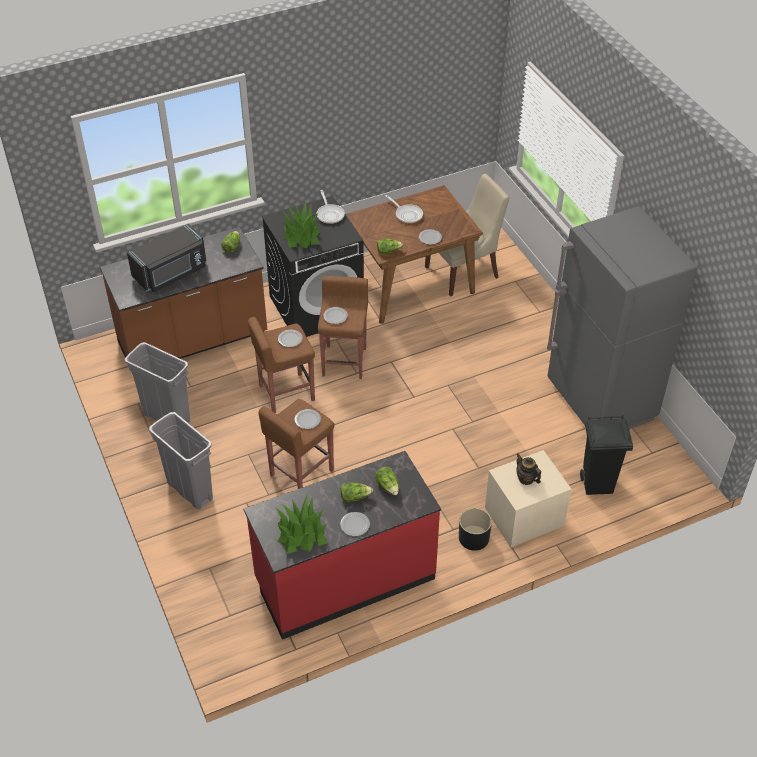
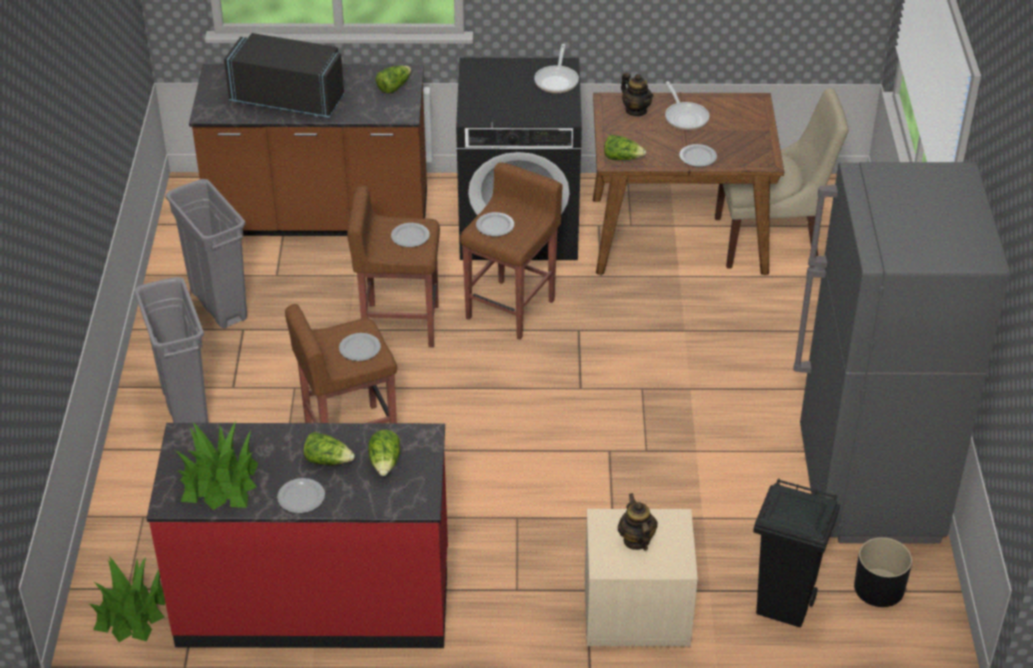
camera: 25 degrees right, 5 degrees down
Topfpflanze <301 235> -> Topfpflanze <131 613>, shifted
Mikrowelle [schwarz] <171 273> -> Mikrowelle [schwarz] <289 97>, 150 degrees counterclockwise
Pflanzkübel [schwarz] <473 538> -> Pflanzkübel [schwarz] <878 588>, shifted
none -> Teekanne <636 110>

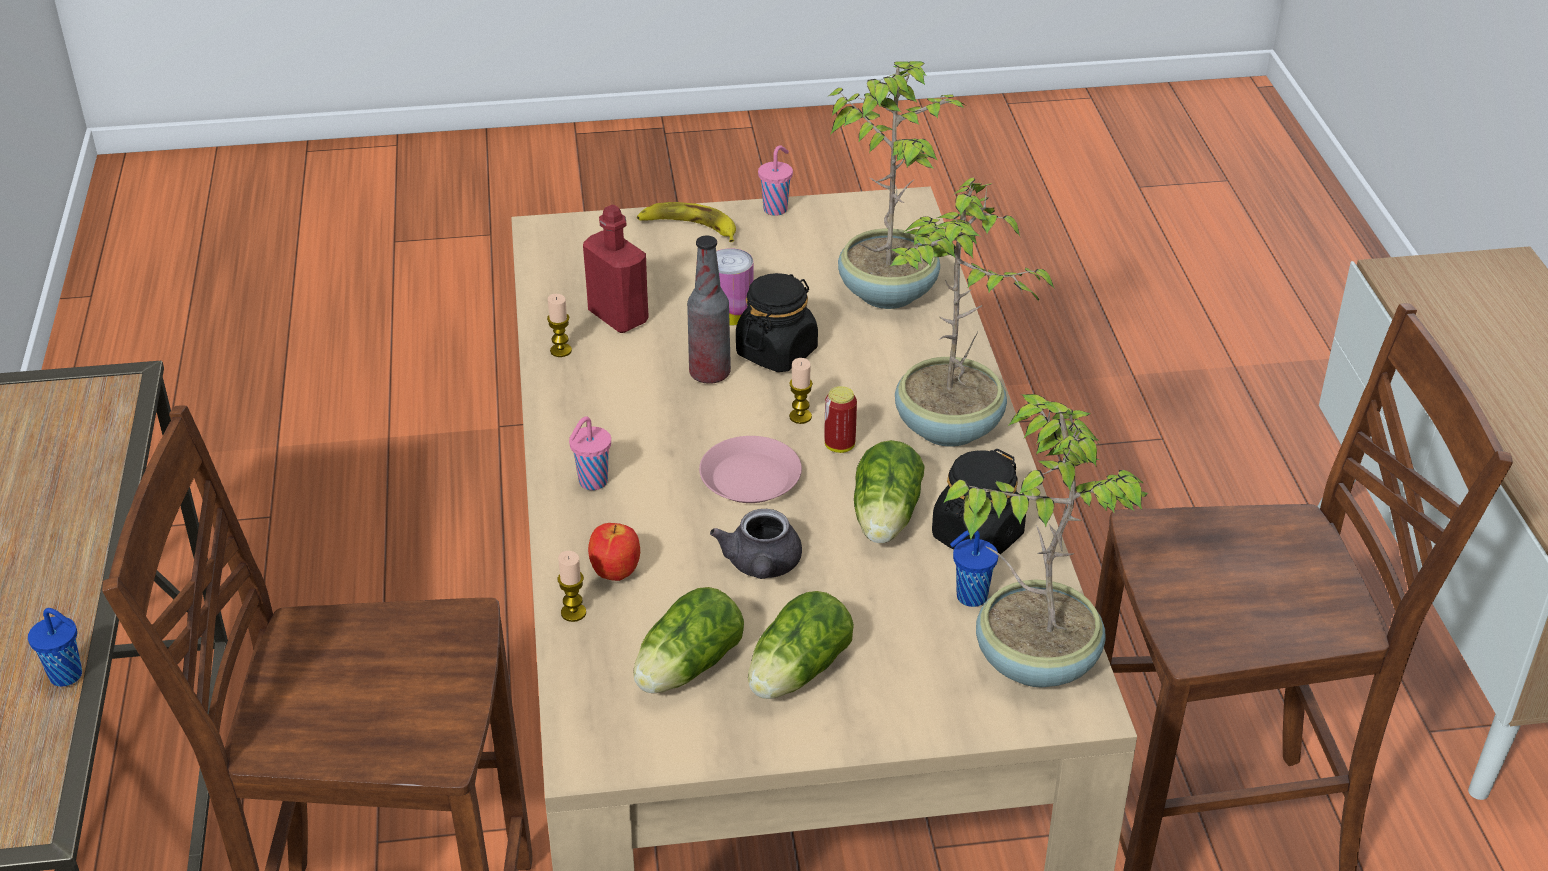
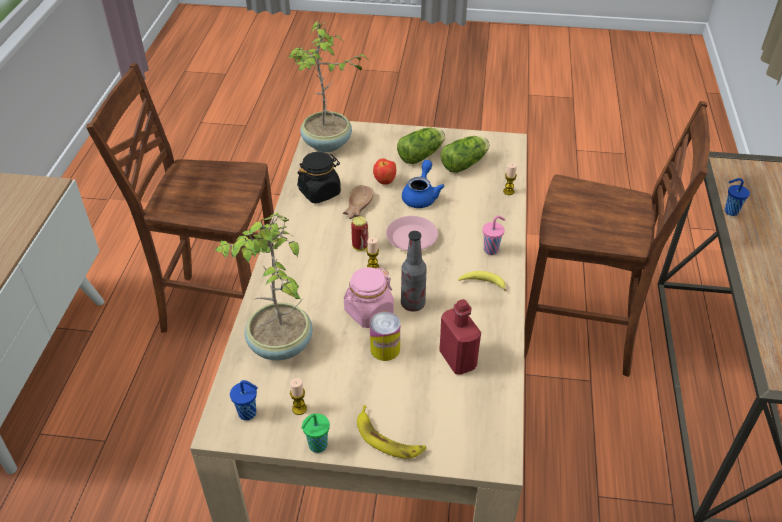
camera: 165 degrees left, 5 degrees up
Tasse [rosa] <776 209> -> Tasse [grün] <316 446>
Topfpflanze <948 429> -> none
Vorratsglas [schwarz] <777 352> -> Vorratsglas [rosa] <368 312>
Kerze <561 350> -> Kerze <299 408>, shifted
Salatkopf <884 519> -> Schüssel [braun] <356 207>
Teekanne [grau] <761 567> -> Teekanne [blau] <421 196>
Apfel <614 573> -> Apfel <385 182>, shifted
Tasse [blau] <969 597> -> Tasse [blau] <248 413>, shifted
none -> Banane <482 283>

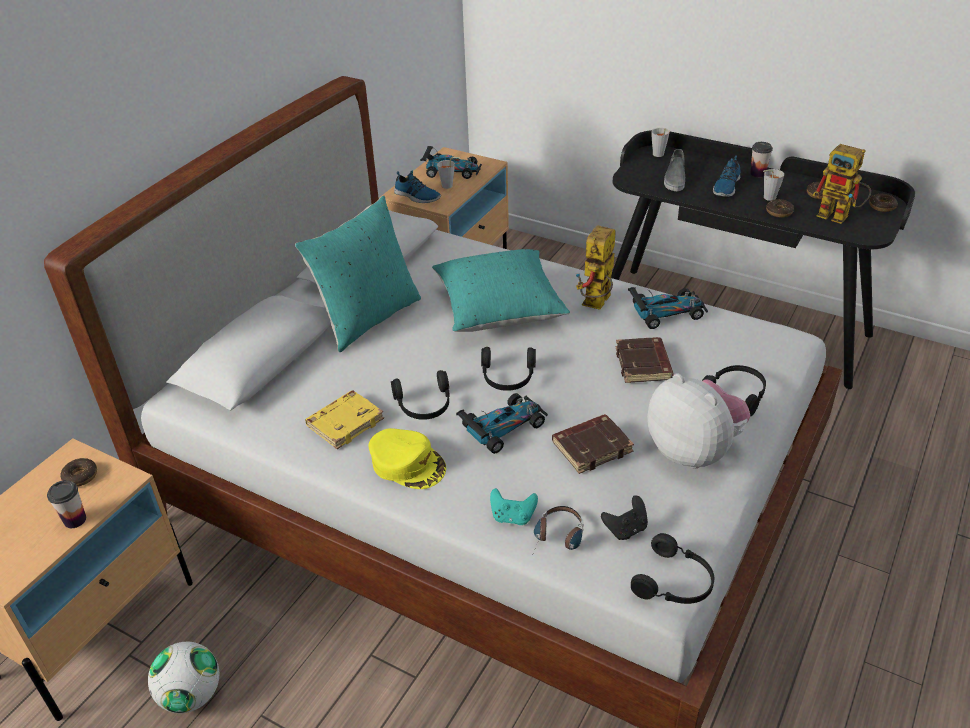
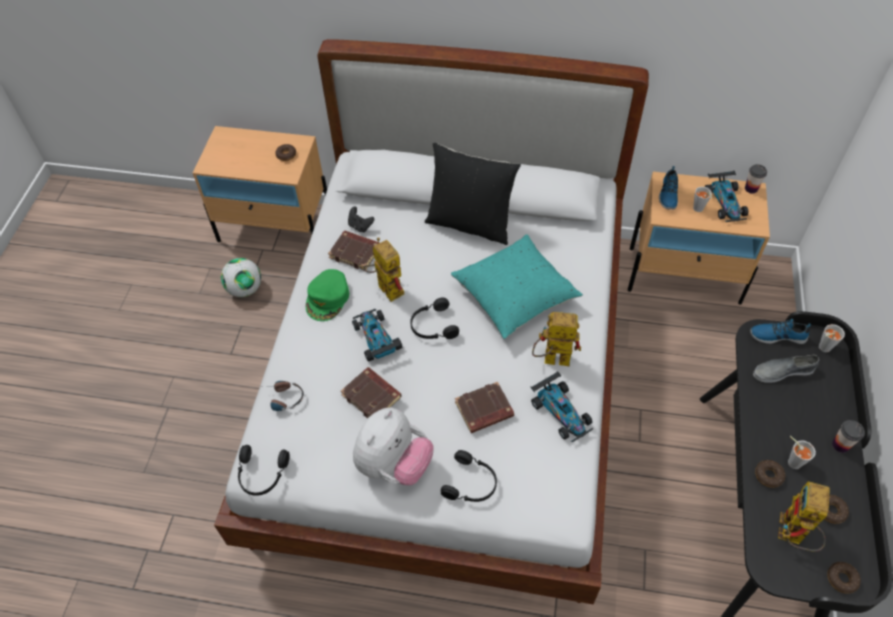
camera: 70 degrees right, 15 degrees up
Schuh <726 186> -> Schuh <777 335>, shifted
Kissen [türkis] <368 318> -> Kissen [schwarz] <470 223>
Kopfhörer [schwarz] <424 405> -> Spielzeugroboter <385 287>
Buch [gelb] <345 422> -> Buch [braun] <356 252>
Spielzeugauto <503 427> -> Spielzeugauto <376 338>, 150 degrees counterclockwise
Kappe [gelb] <408 464> -> Kappe [grün] <328 298>
Tasse <75 520> -> Tasse <751 188>, shifted
Gamepad [türkis] <512 517> -> none
Gamepad [schwarz] <626 529> -> Gamepad [schwarz] <360 226>, shifted

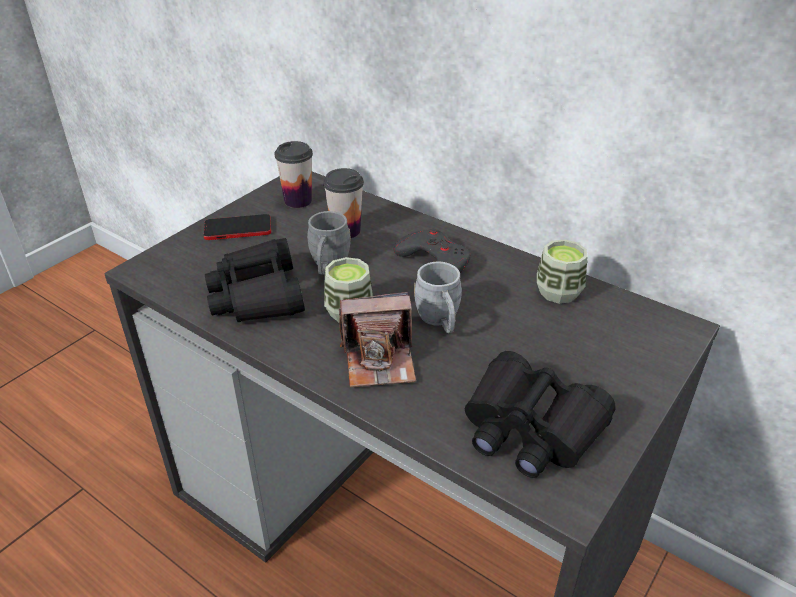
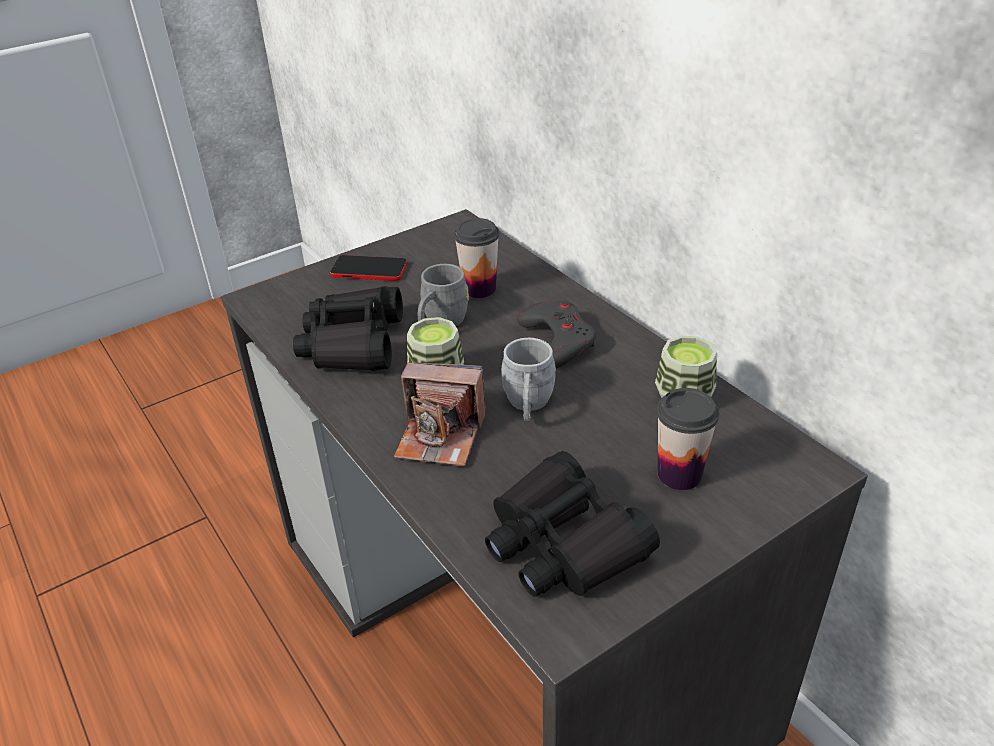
camera: 20 degrees right, 0 degrees up
Tasse <298 201> -> Tasse <679 474>, shifted

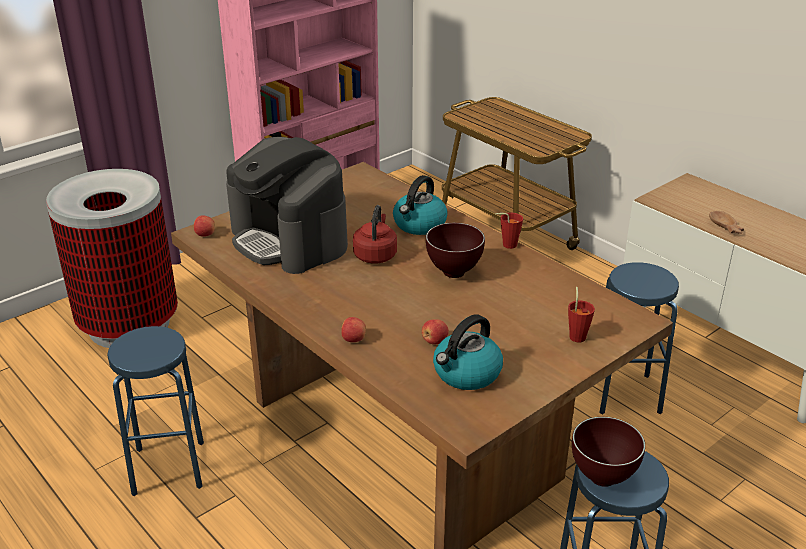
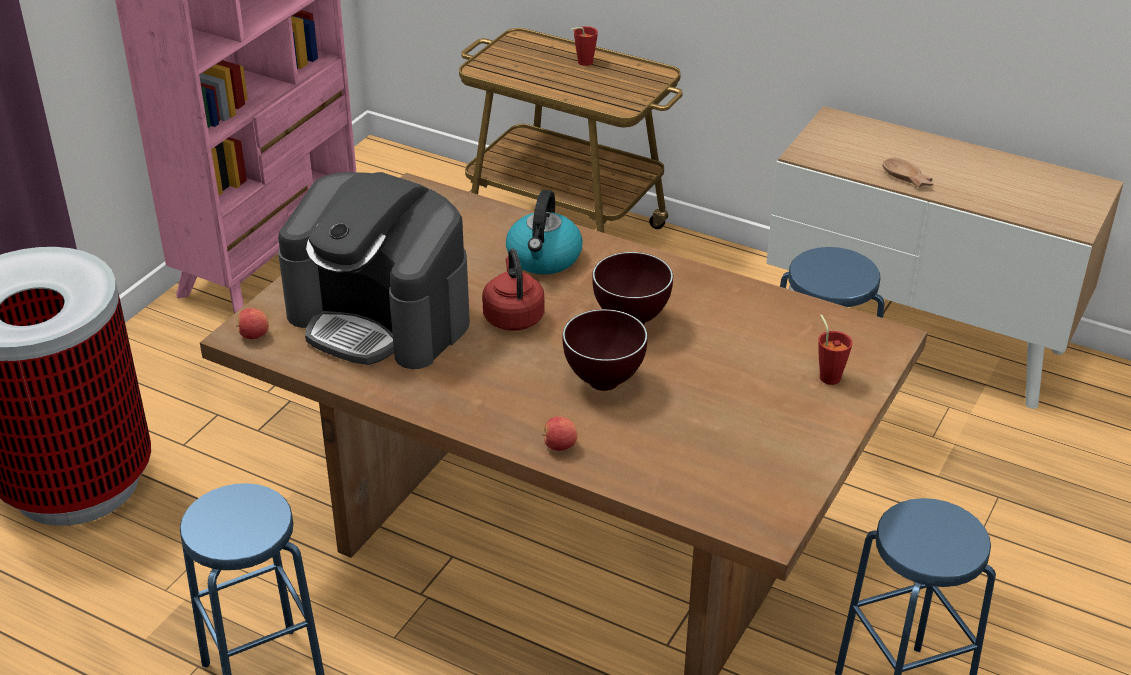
camera: 20 degrees left, 5 degrees up
Tasse [rot] <506 245> -> Tasse [rot] <582 63>, shifted
Wasserkessel <466 374> -> none
Apfel <434 341> -> none
Schüssel [braun] <604 478> -> Schüssel [braun] <605 382>, shifted

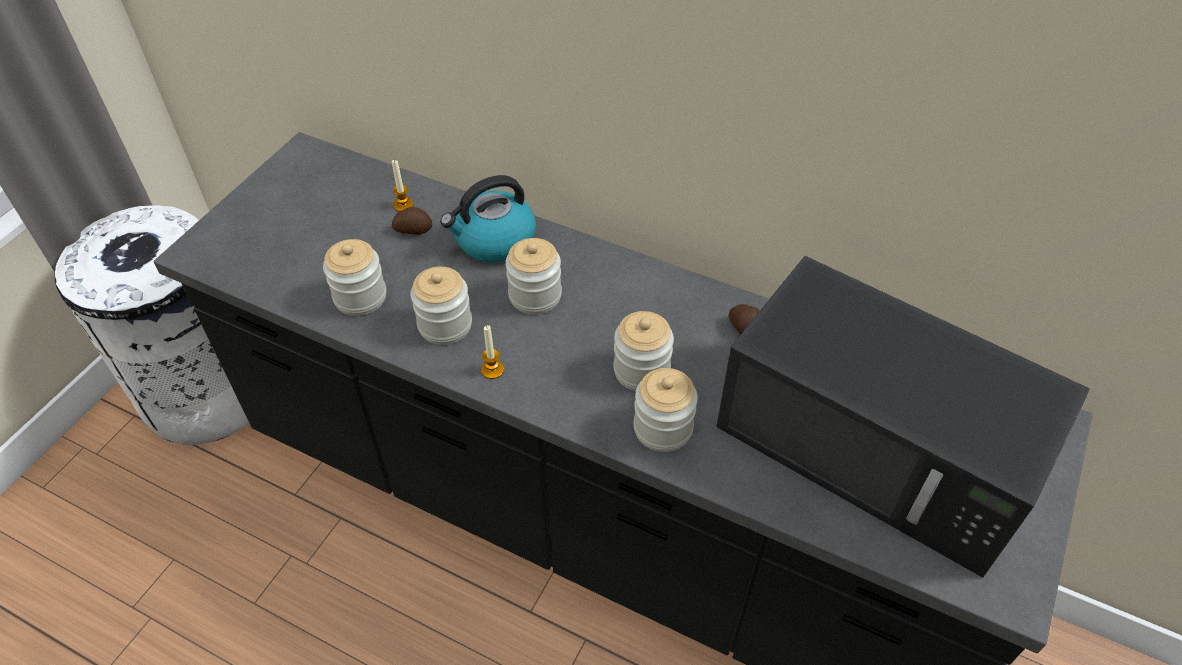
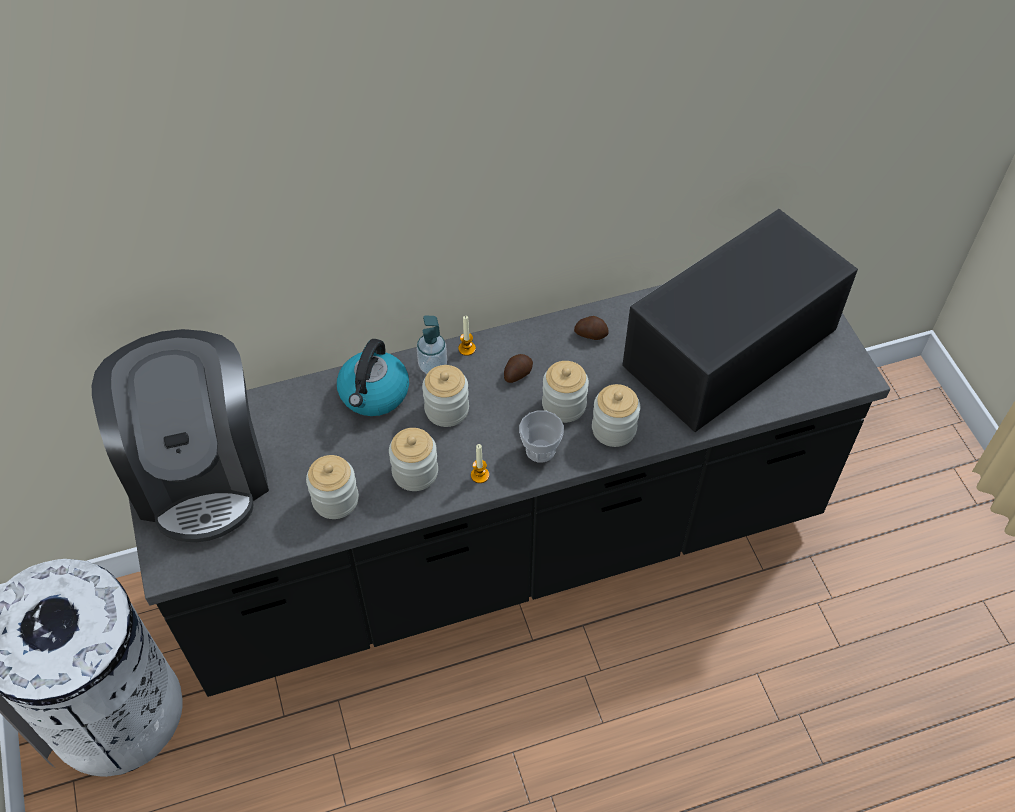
camera: 45 degrees left, 5 degrees up
Kerze <403 205> -> Kerze <467 348>, shifted
Kartoffel <413 229> -> Kartoffel <517 373>, shifted
Mikrowelle [schwarz] <879 447> -> Mikrowelle [schwarz] <728 349>, 150 degrees clockwise
none -> Seifenspender <433 366>
none -> Kaffeemaschine <201 472>
none -> Tasse <540 450>

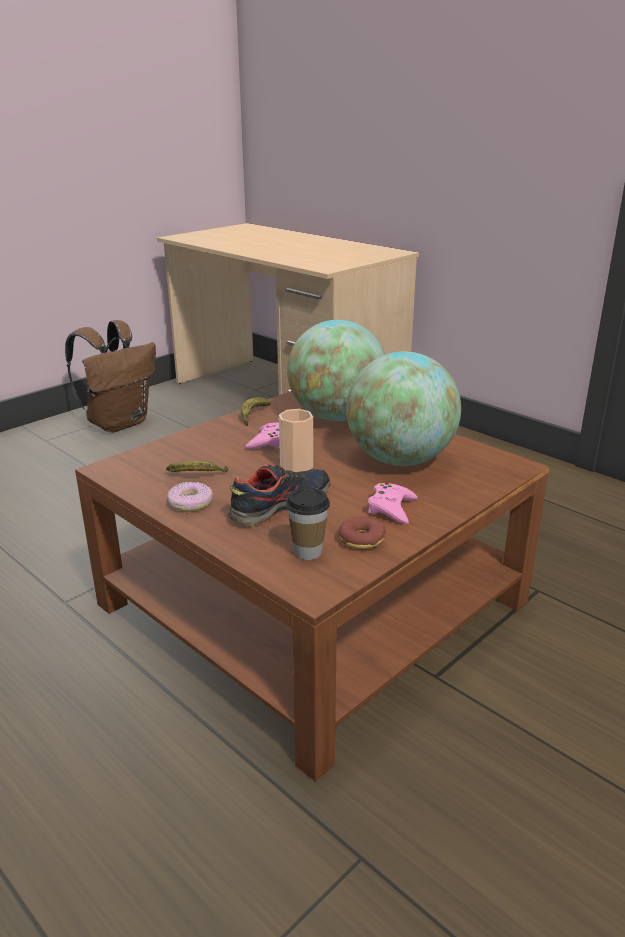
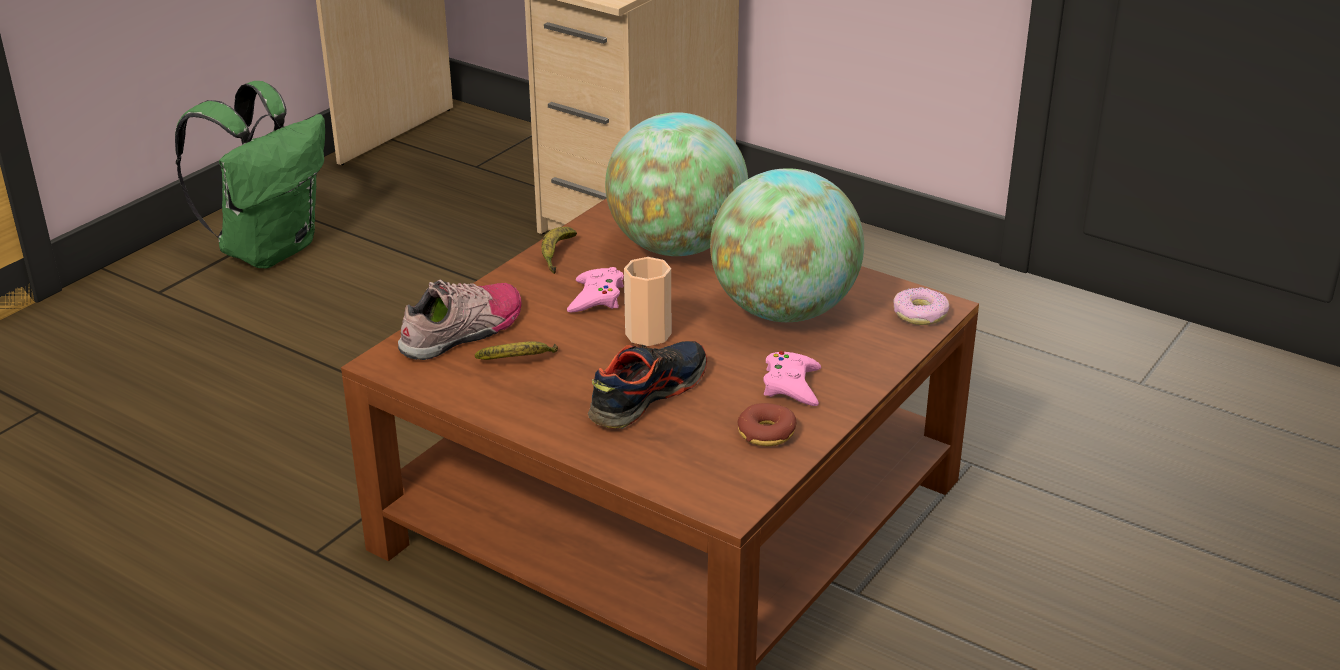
camera: 10 degrees left, 5 degrees up
Rucksack [braun] <119 423> -> Rucksack [grün] <269 249>
Donut <190 503> -> Donut <920 314>, shifted
Tasse <308 552> -> none
none -> Schuh <464 332>

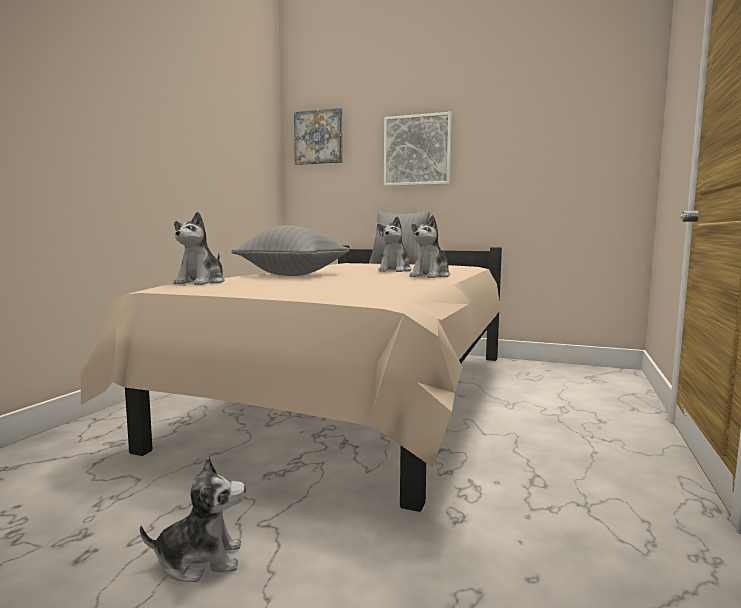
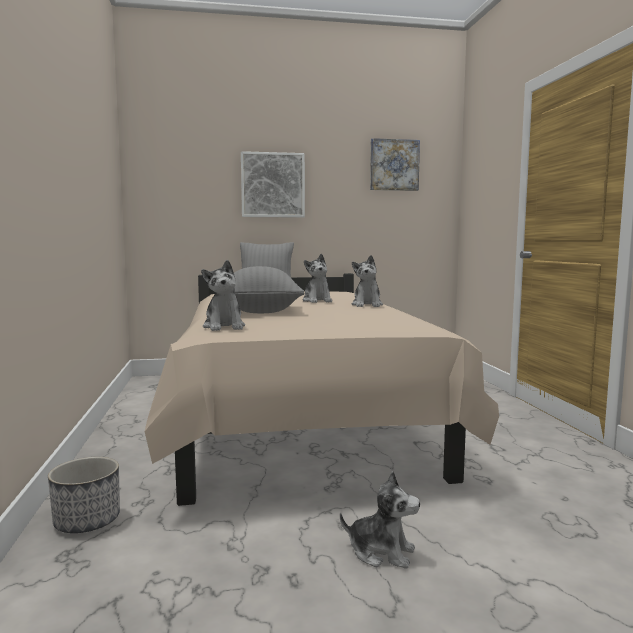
camera: 30 degrees left, 0 degrees up
Bild <319 137> -> Bild <394 165>, shifted
Plüschtier <200 560> -> Plüschtier <381 552>, 60 degrees clockwise
none -> Pflanzkübel <87 521>

